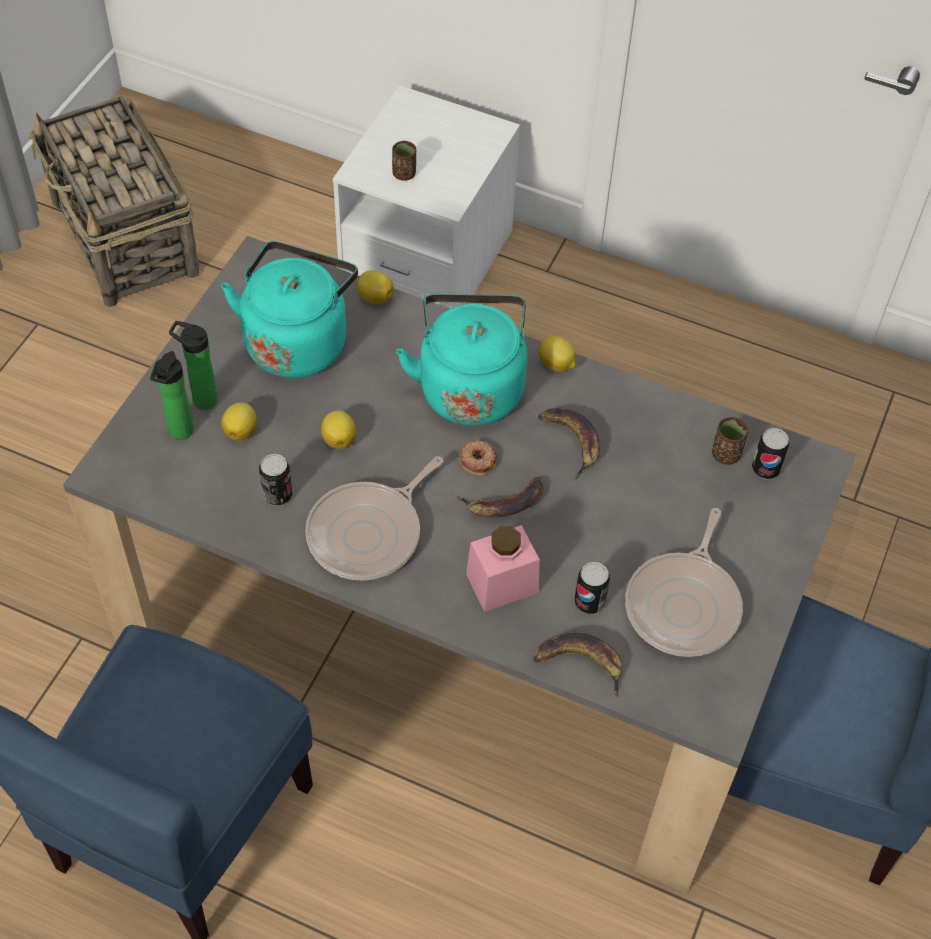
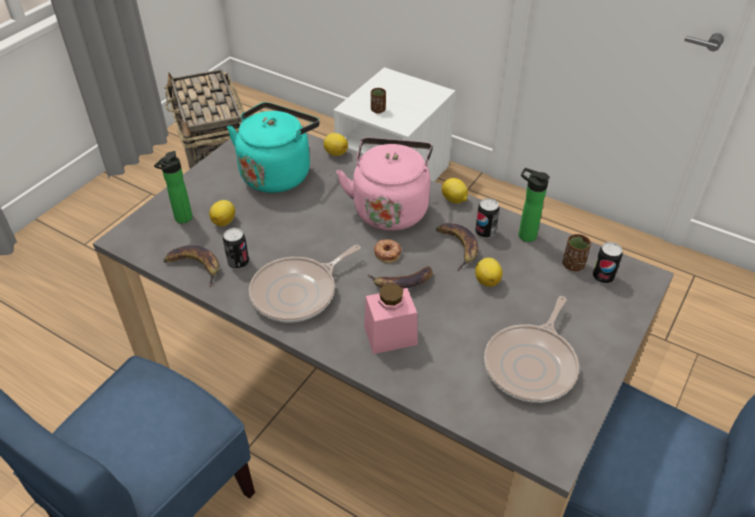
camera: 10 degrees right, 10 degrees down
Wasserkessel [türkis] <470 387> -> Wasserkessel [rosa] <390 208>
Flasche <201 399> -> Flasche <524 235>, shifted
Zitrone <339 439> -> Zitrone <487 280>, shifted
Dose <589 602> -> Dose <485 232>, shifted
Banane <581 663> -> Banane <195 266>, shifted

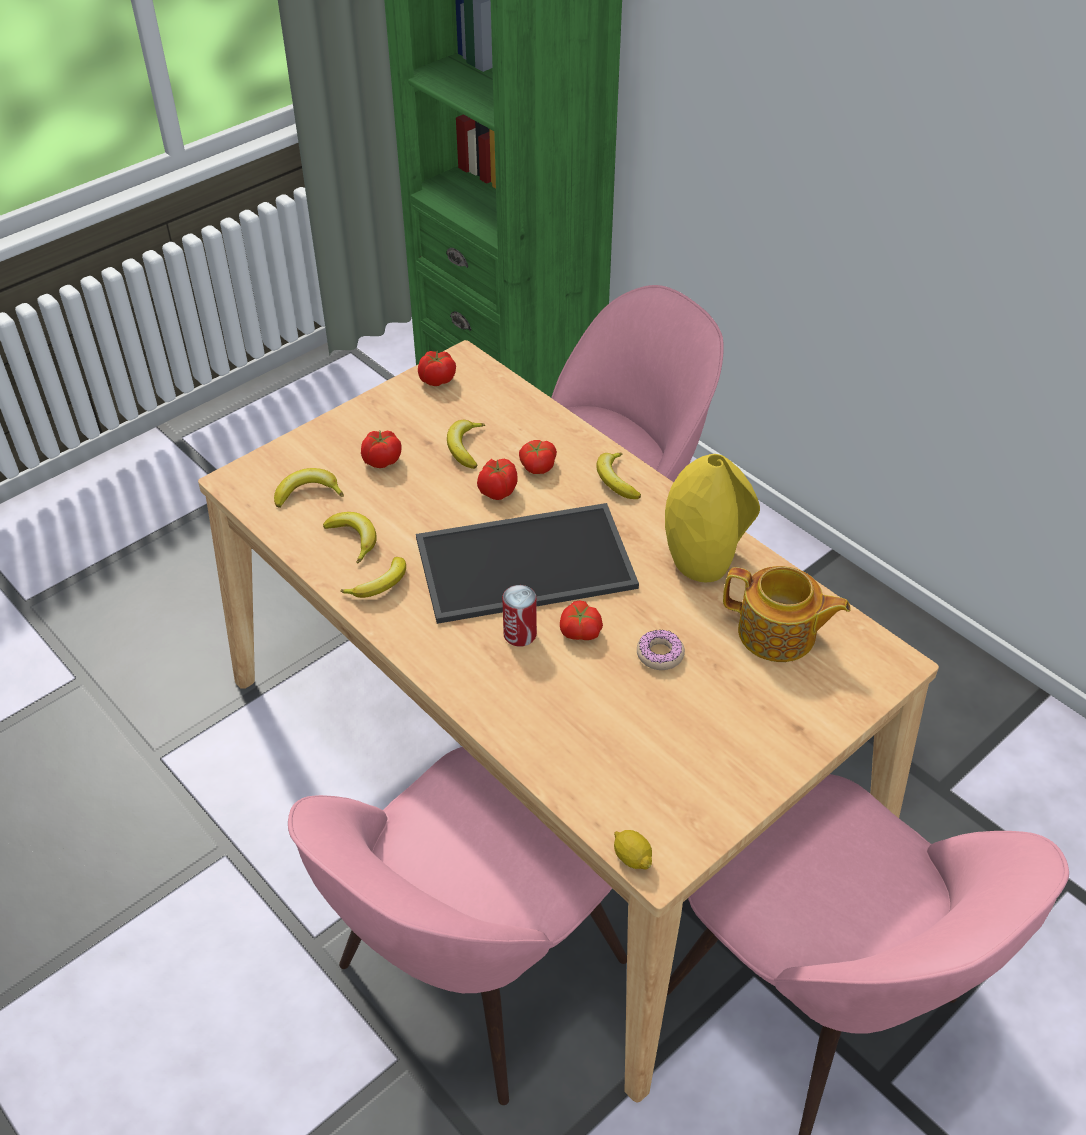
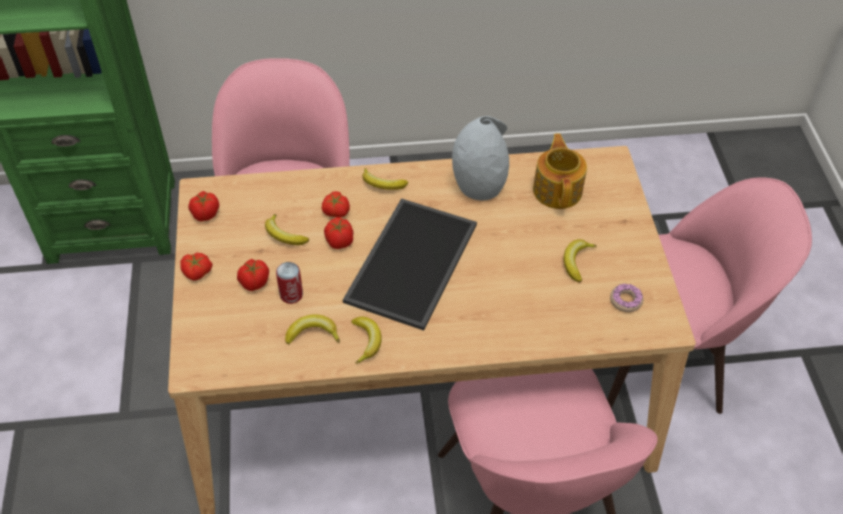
camera: 55 degrees left, 5 degrees up
Vase [gelb] <704 558> -> Vase [grau] <479 185>
Banane <308 493> -> Banane <576 262>, shifted
Teekanne <778 634> -> Teekanne <558 190>, 60 degrees counterclockwise
Dose <520 634> -> Dose <291 295>, shifted
Tomate <579 632> -> Tomate <197 273>, shifted
Donut <660 654> -> Donut <625 300>, shifted
Zitrone <632 857> -> none

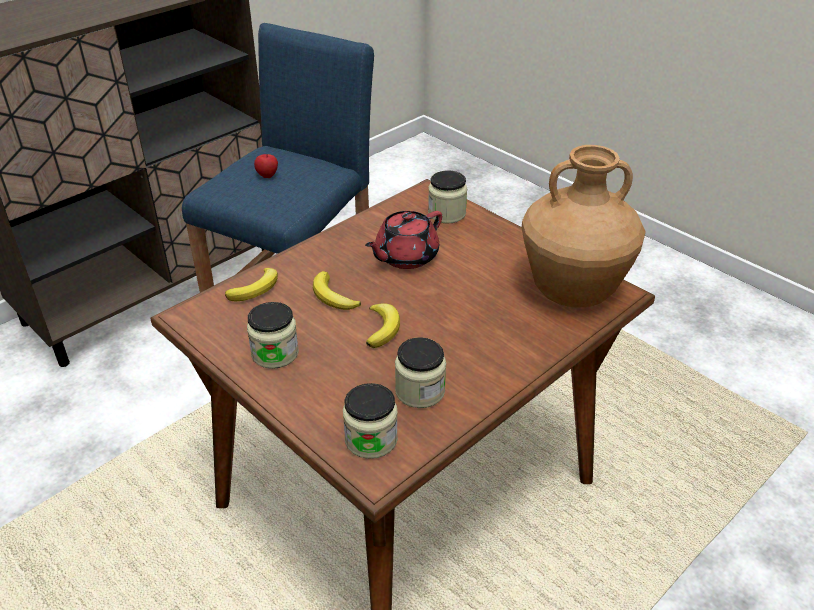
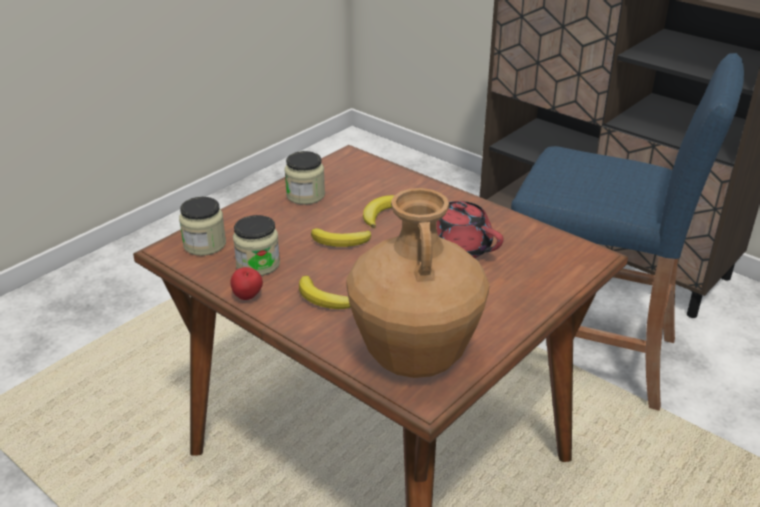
camera: 85 degrees right, 5 degrees down
Apfel <267 176> -> Apfel <248 297>, shifted
Vorratsglas <446 213> -> none
Banane <256 288> -> Banane <325 299>, shifted

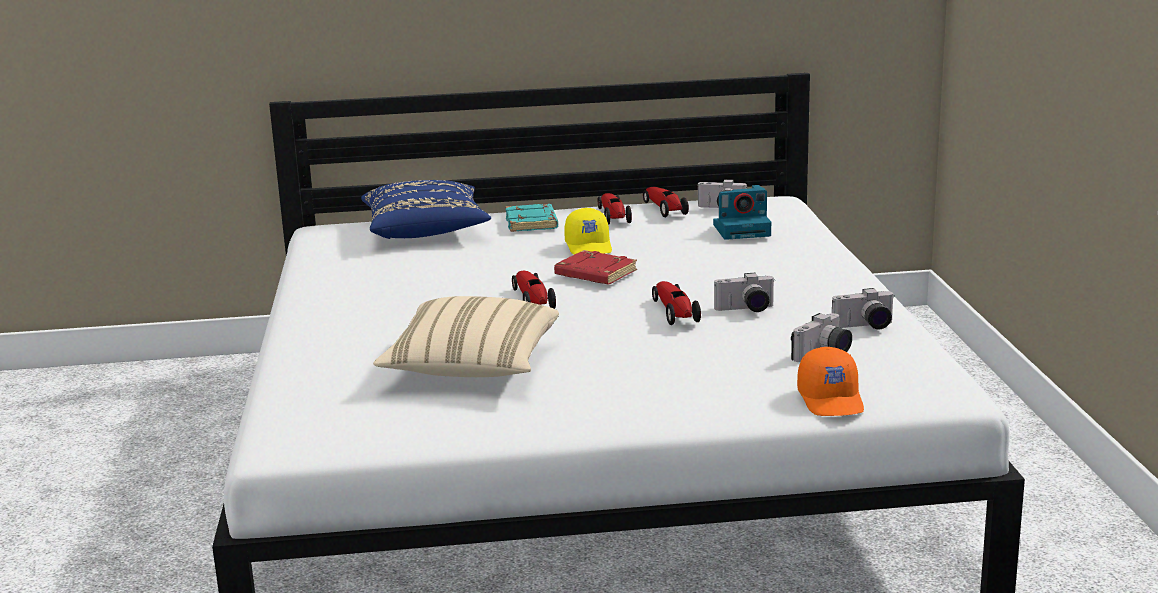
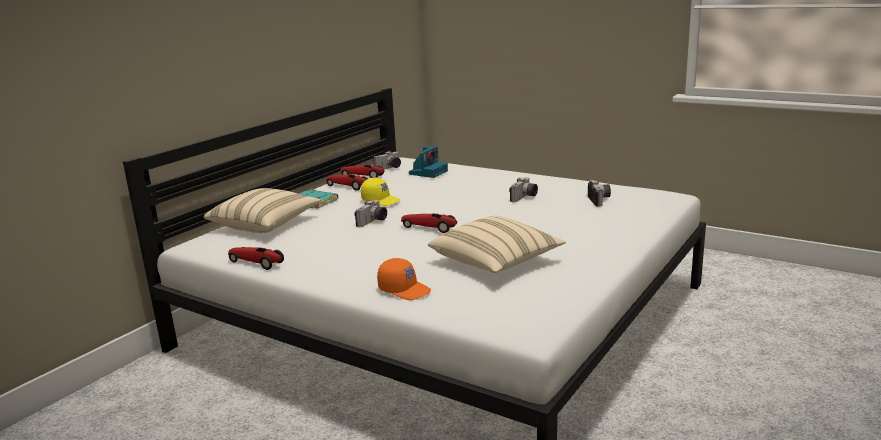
camera: 50 degrees left, 0 degrees up
Kissen [blau] <426 231> -> Kissen [beige] <265 224>
Buch [rot] <594 274> -> none
Spielzeugauto <675 312> -> Spielzeugauto <256 263>, shifted
Kamera <865 327> -> Kamera <373 222>, shifted
Kappe [orange] <832 400> -> Kappe [orange] <405 289>, shifted

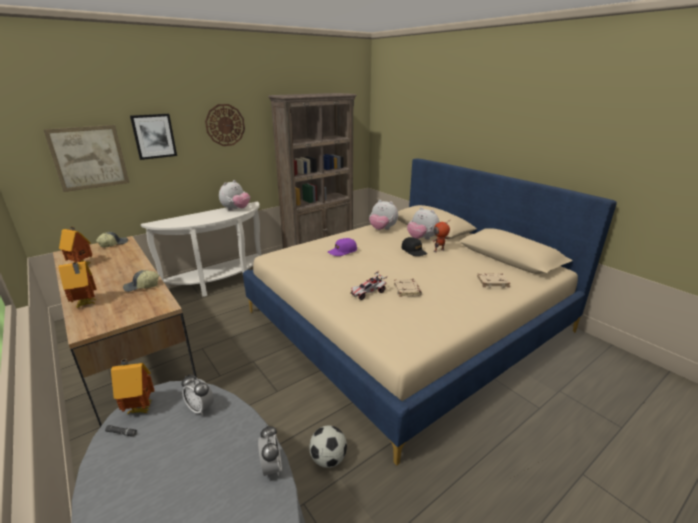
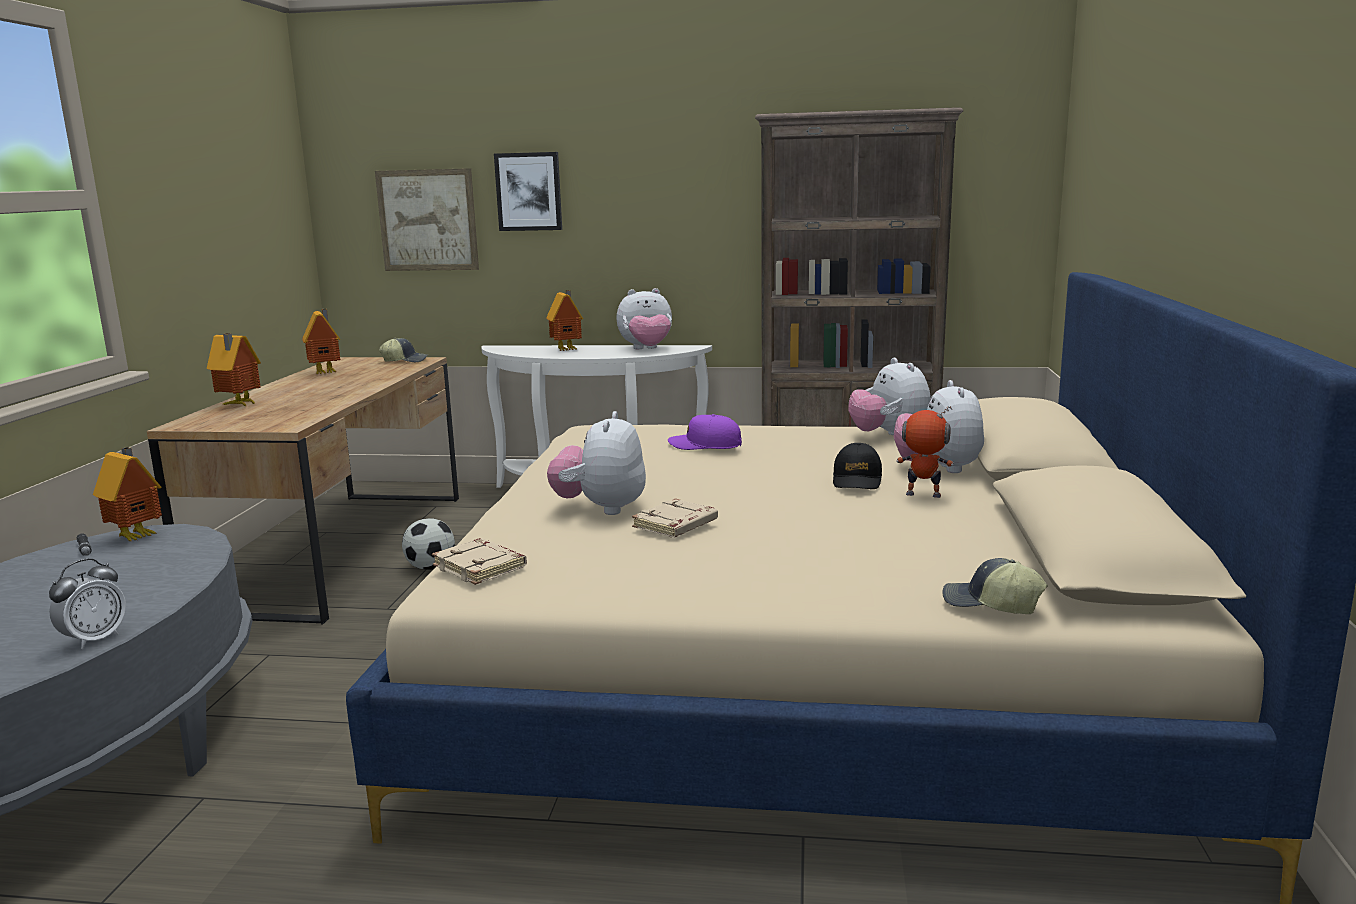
camera: 45 degrees right, 10 degrees down
Wanduhr <225 125> -> none
Kappe <142 287> -> Kappe <990 605>, shifted
Spielzeugauto <368 293> -> Plüschtier <601 508>
Buch [beige] <492 282> -> Buch [beige] <481 567>, shifted
Wecker <200 408> -> none
Fußball <328 458> -> Fußball <430 567>, shifted
none -> Spielzeughaus <567 350>

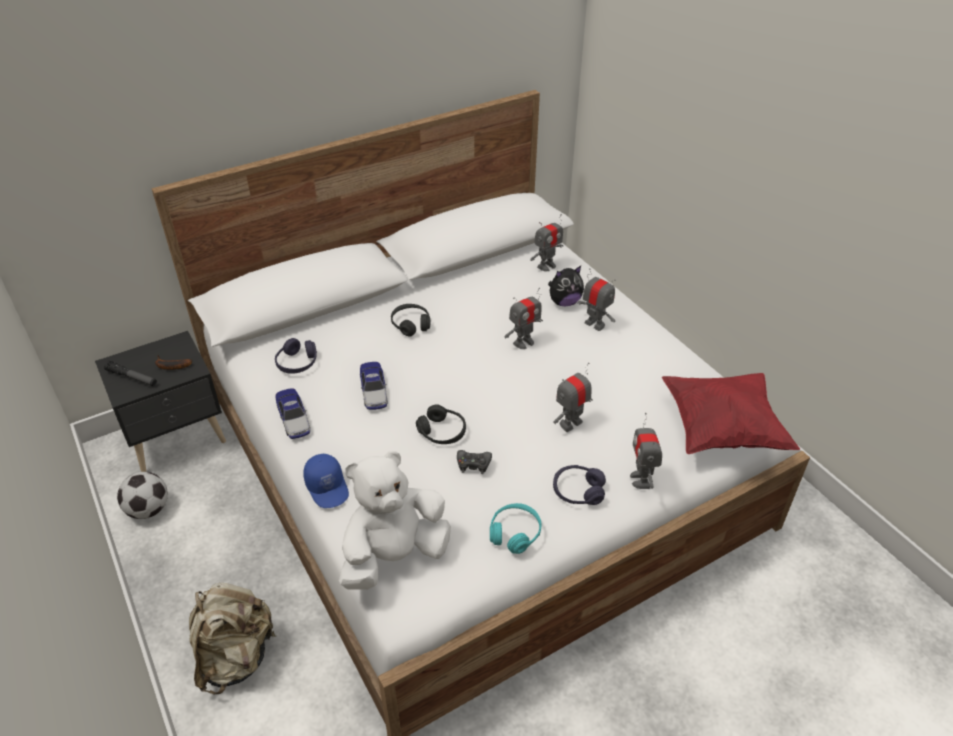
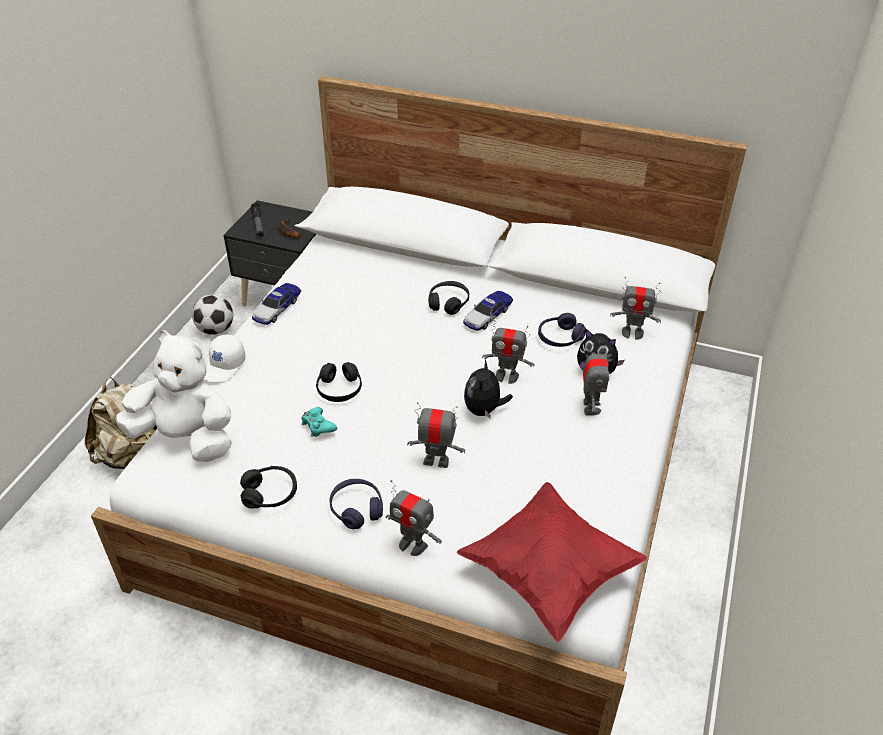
camera: 50 degrees right, 0 degrees up
Kopfhörer [lila] <297 363> -> Kopfhörer [lila] <560 338>, shifted
Spielzeugauto <373 390> -> Spielzeugauto <487 315>, shifted
Spielzeugroboter <641 479> -> Spielzeugroboter <412 544>, 105 degrees counterclockwise
Gamepad [schwarz] <473 464> -> Gamepad [türkis] <318 426>
Kappe [blau] <328 487> -> Kappe [weiß] <225 366>
Kopfhörer [türkis] <515 533> -> Kopfhörer [schwarz] <270 494>
none -> Plüschtier <484 410>

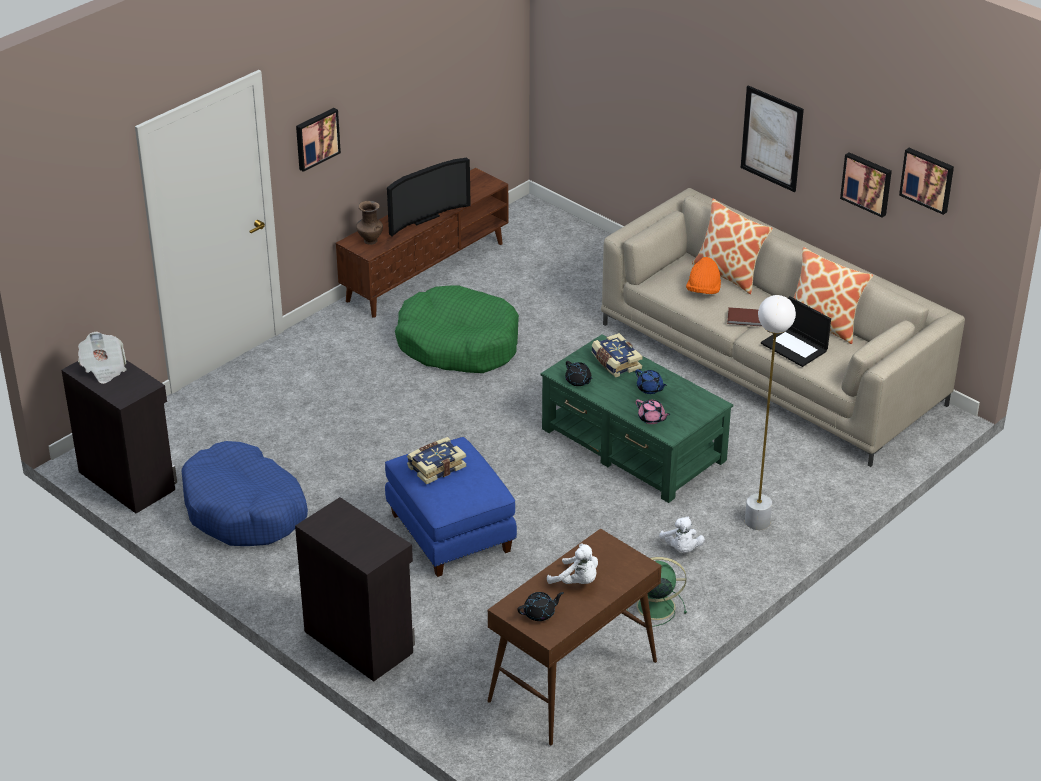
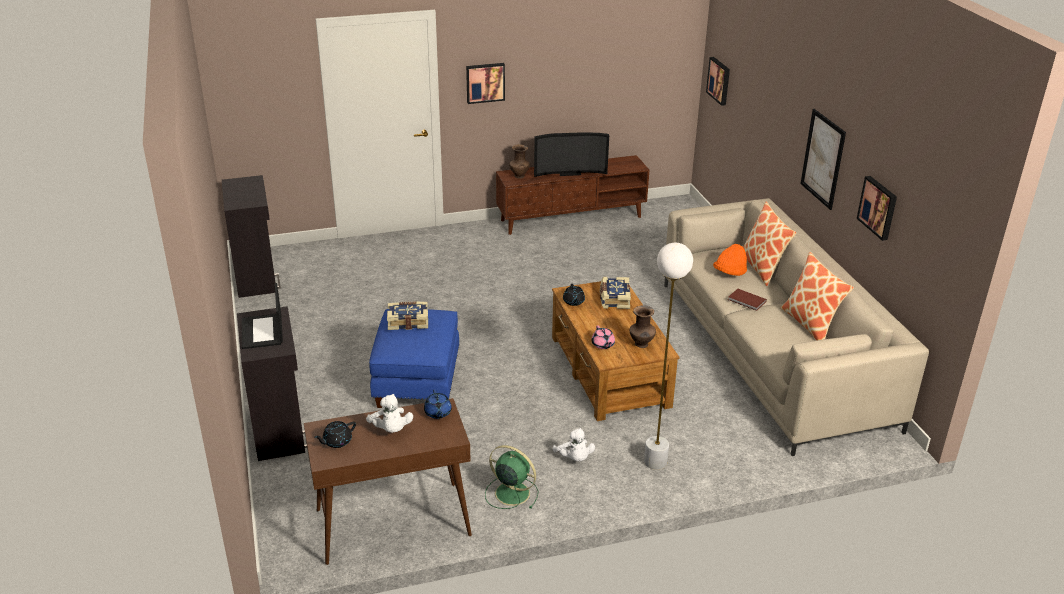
camera: 30 degrees right, 5 degrees down
Bild <928 179> -> Bild <719 80>, shifted
Hundebett [grün] <458 344> -> none
Laptop <795 347> -> Laptop <263 332>, shifted
Zeitung <104 368> -> none
Couchtisch [grün] <633 445> -> Couchtisch [braun] <609 371>
Teekanne [blau] <650 389> -> Teekanne [blau] <438 413>, shifted
Hundebett [blau] <244 510> -> none
Plüschtier [weiß] <681 549> -> Plüschtier [weiß] <574 458>, 45 degrees counterclockwise
Teekanne [schwarz] <540 613> -> Teekanne [schwarz] <337 441>, 135 degrees clockwise
none -> Vase [braun] <641 344>

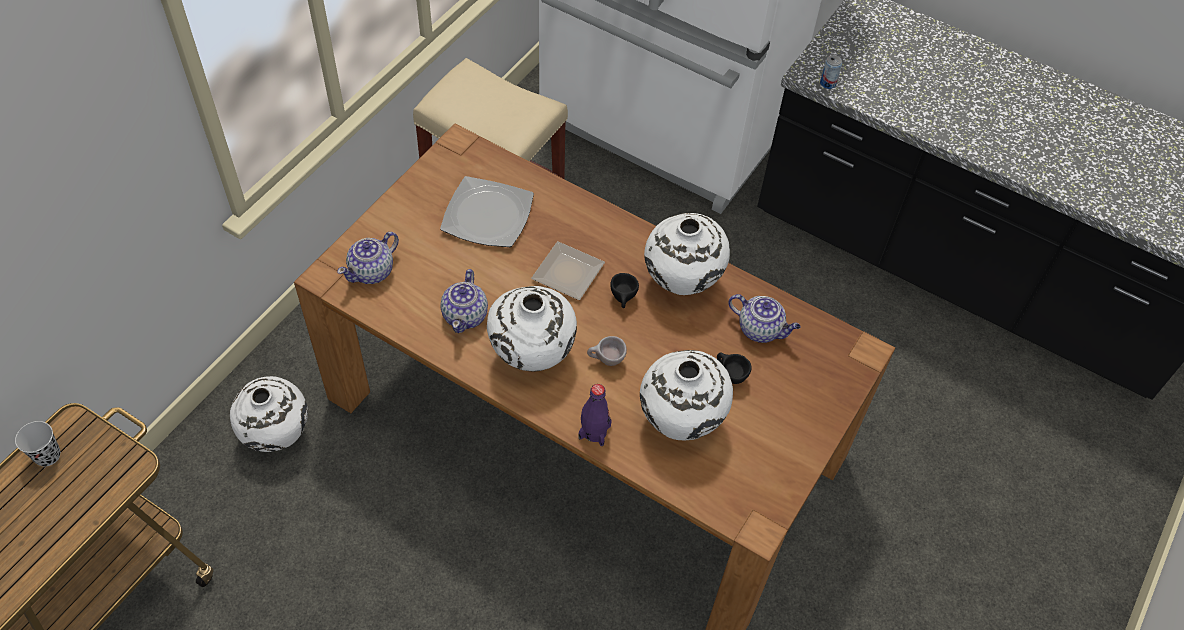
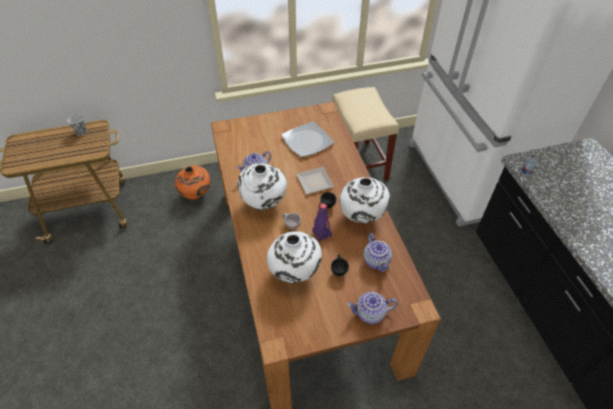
camera: 45 degrees right, 5 degrees down
Teekanne <372 271> -> Teekanne <370 313>, shifted
Vase [weiß] <277 435> -> Vase [orange] <196 195>
Flasche [lila] <594 431> -> Flasche [lila] <321 234>, shifted

